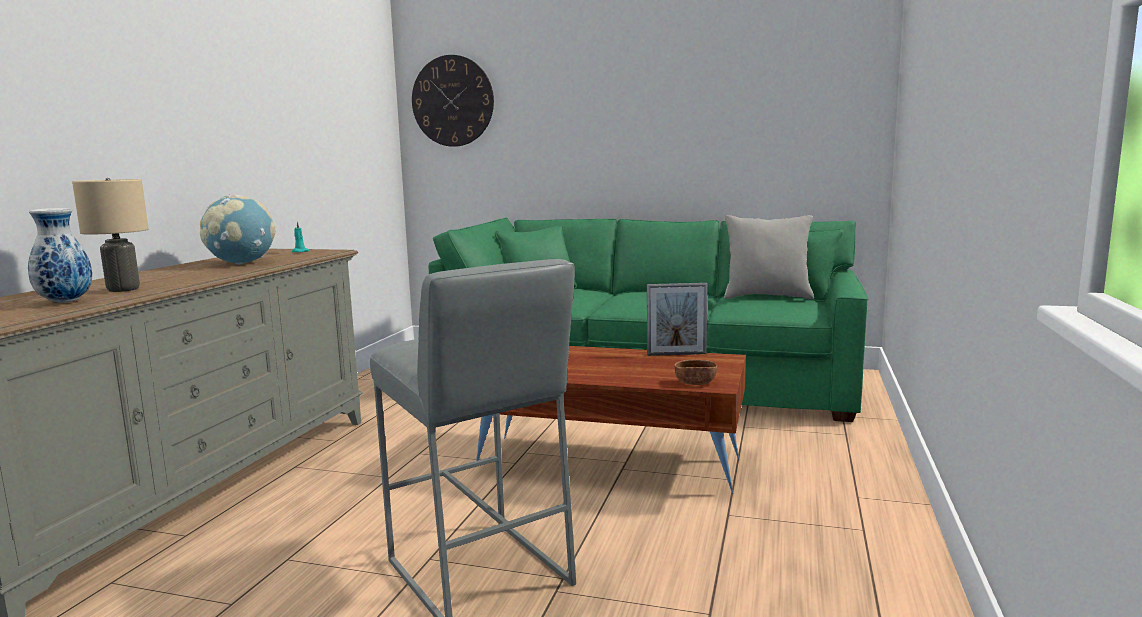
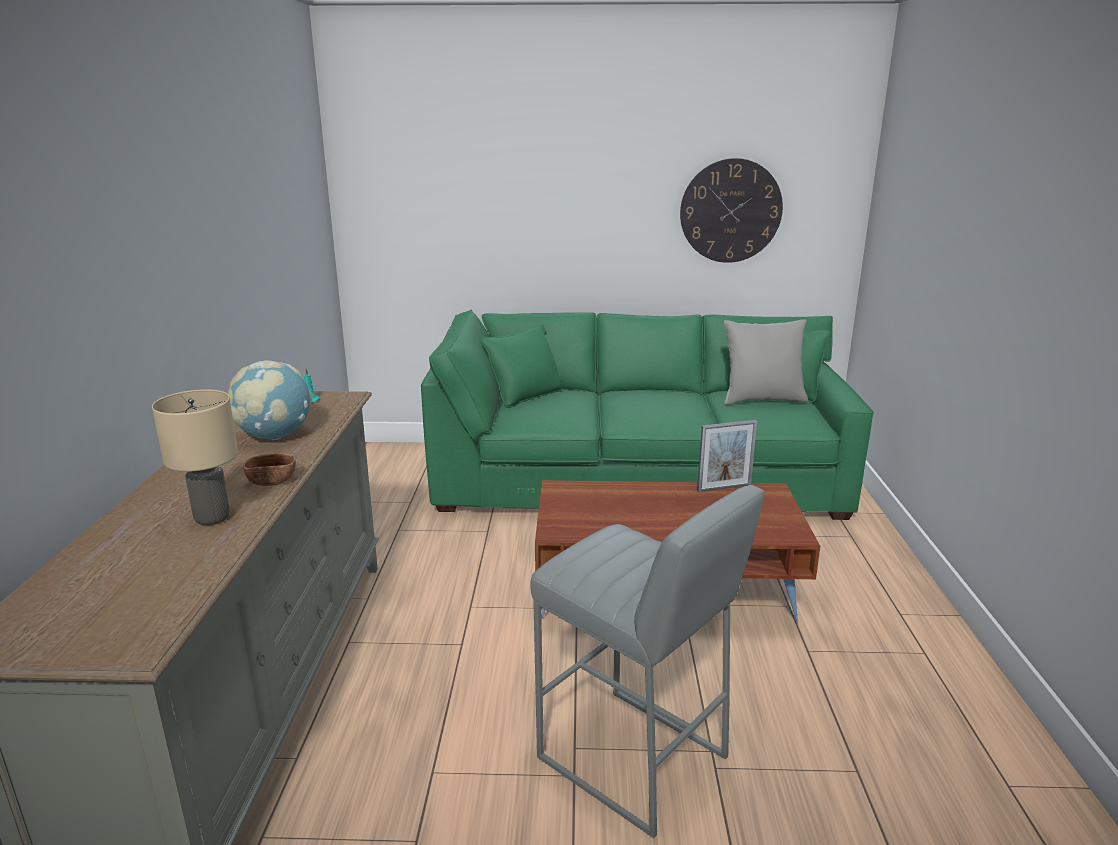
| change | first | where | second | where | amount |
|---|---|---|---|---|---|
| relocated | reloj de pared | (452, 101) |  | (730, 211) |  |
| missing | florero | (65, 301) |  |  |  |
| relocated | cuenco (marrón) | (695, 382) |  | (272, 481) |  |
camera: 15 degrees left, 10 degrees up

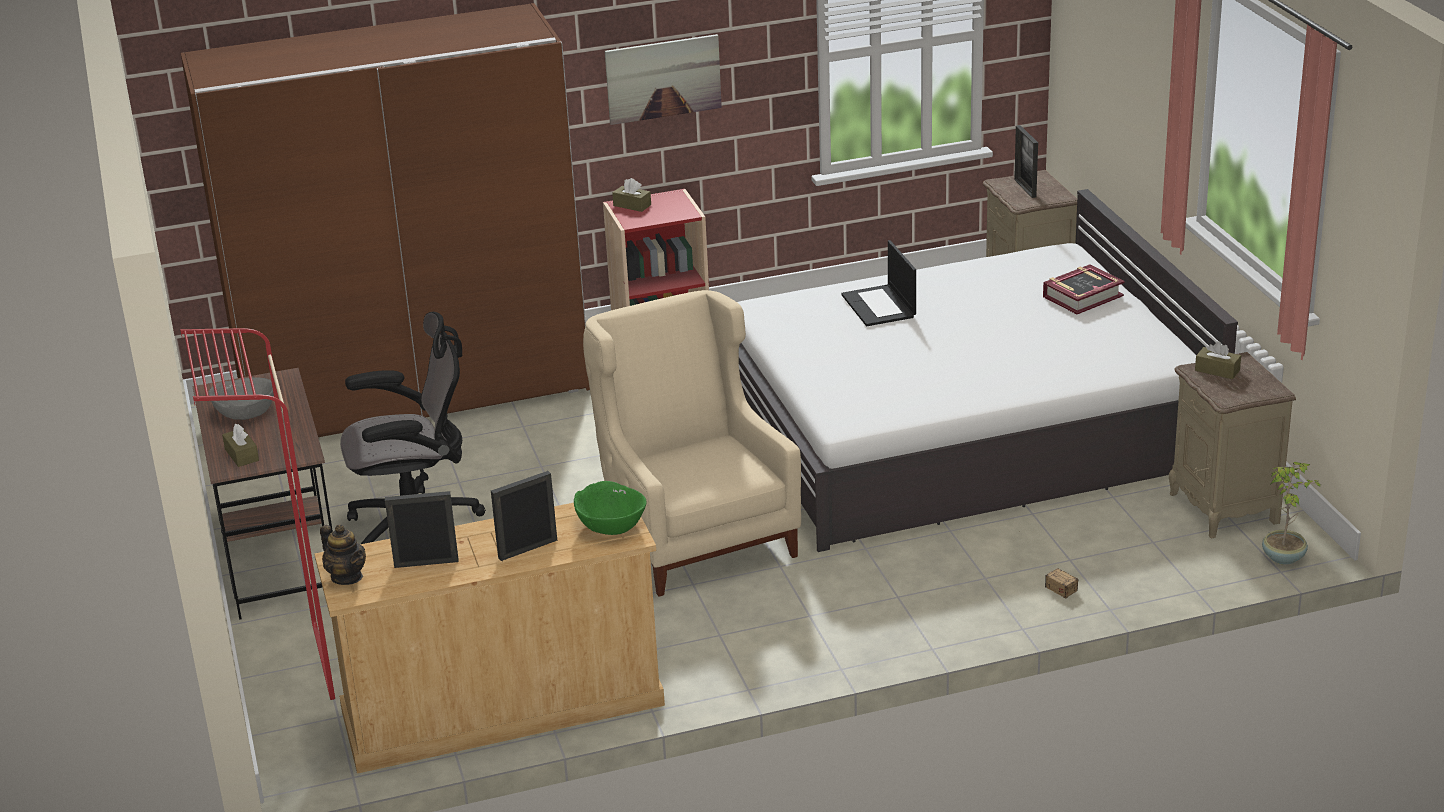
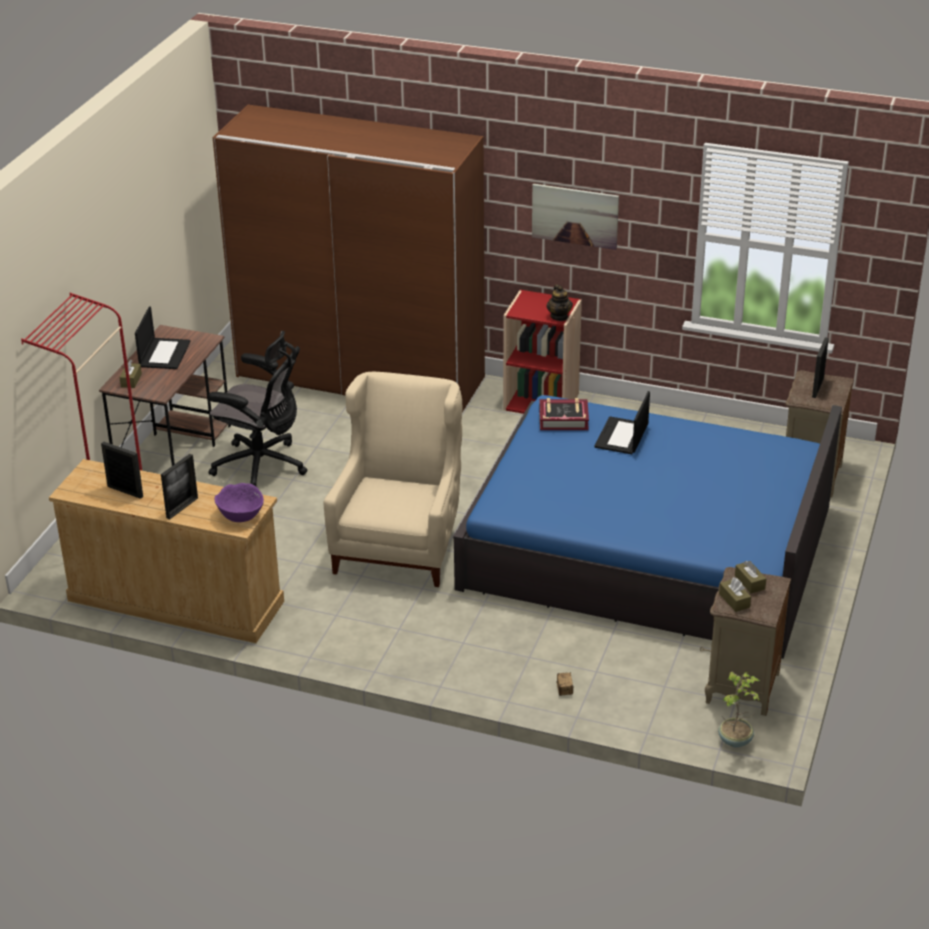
| change | first | where | second | where | amount |
|---|---|---|---|---|---|
| relocated | caja de pañuelos (marrón) | (632, 205) |  | (734, 600) |  |
| colour | cama (blanco) | (962, 428) | cama (azul) | (648, 548) |  |
| relocated | libro | (1082, 296) |  | (563, 419) |  |
| exchanged | cuenco (gris) | (245, 412) | portátil | (164, 353) |  |
| spun | portarretratos | (527, 549) |  | (182, 508) | 120 degrees clockwise |
| colour | cuenco (verde) | (611, 524) | cuenco (morado) | (241, 514) |  |
| relocated | tetera | (347, 577) |  | (559, 316) |  |
camera: 35 degrees right, 5 degrees up

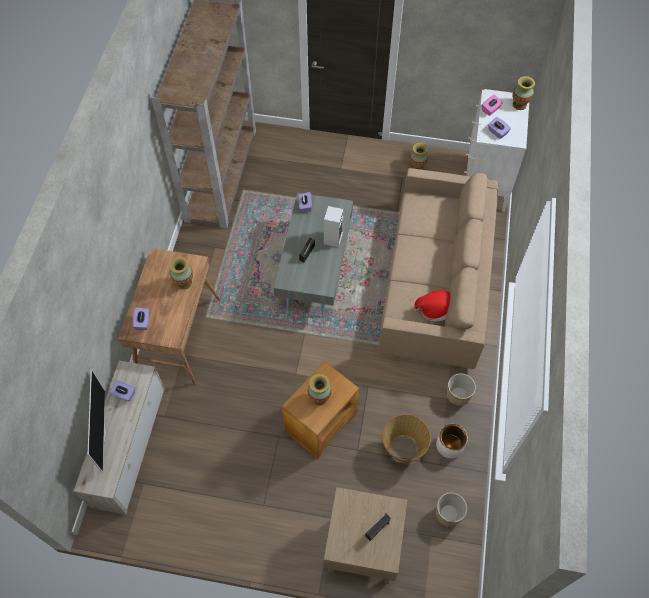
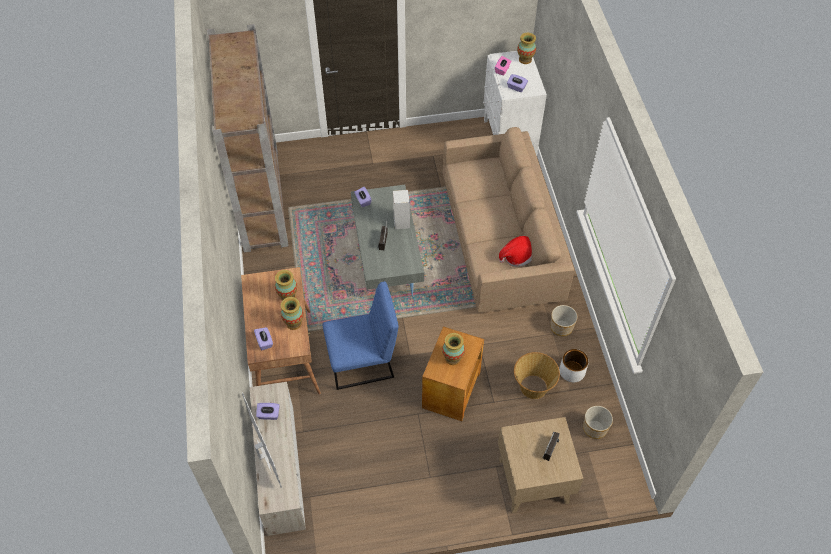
| change | first | where | second | where | amount |
|---|---|---|---|---|---|
| relocated | florero | (417, 166) |  | (293, 323) |  |
| appeared |  |  | silla (azul) | (363, 363) |  |
camera: 20 degrees left, 5 degrees down

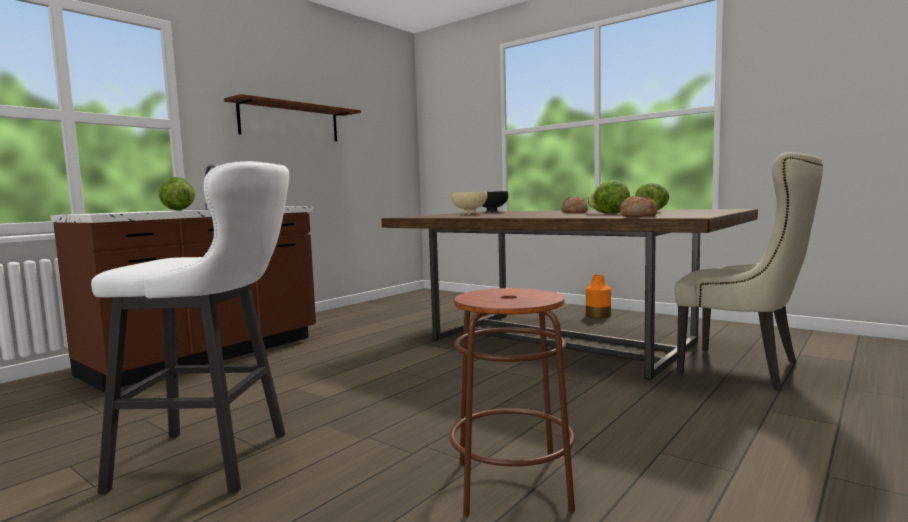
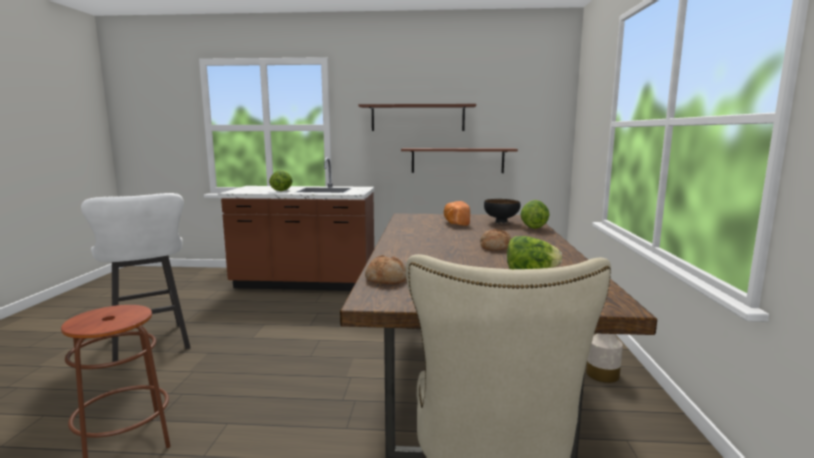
| change | first | where | second | where | amount |
|---|---|---|---|---|---|
| relocated | lechuga | (609, 213) |  | (533, 228) |  |
| exchanged | cuenco (beis) | (469, 214) | pan | (455, 223) |  |
| colour | florero (naranja) | (598, 315) | florero (beis) | (603, 374) |  |
| appeared |  |  | estante (marrón) | (457, 160) |  |
camera: 55 degrees right, 5 degrees up

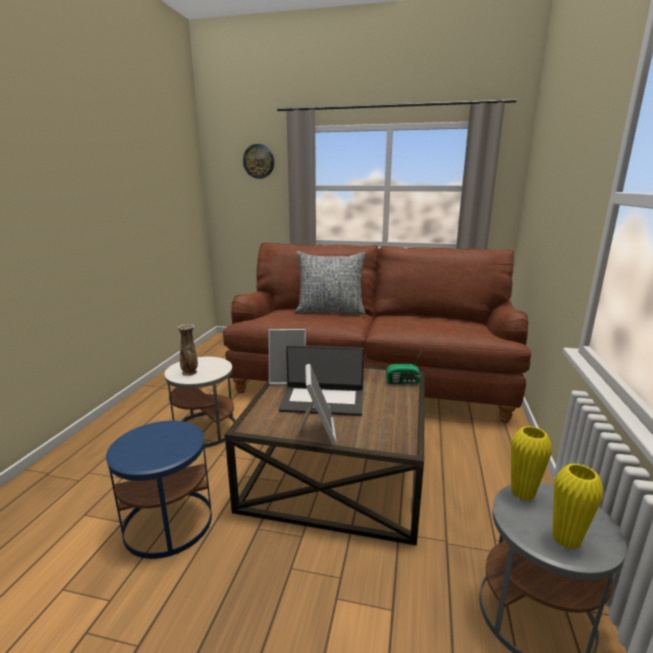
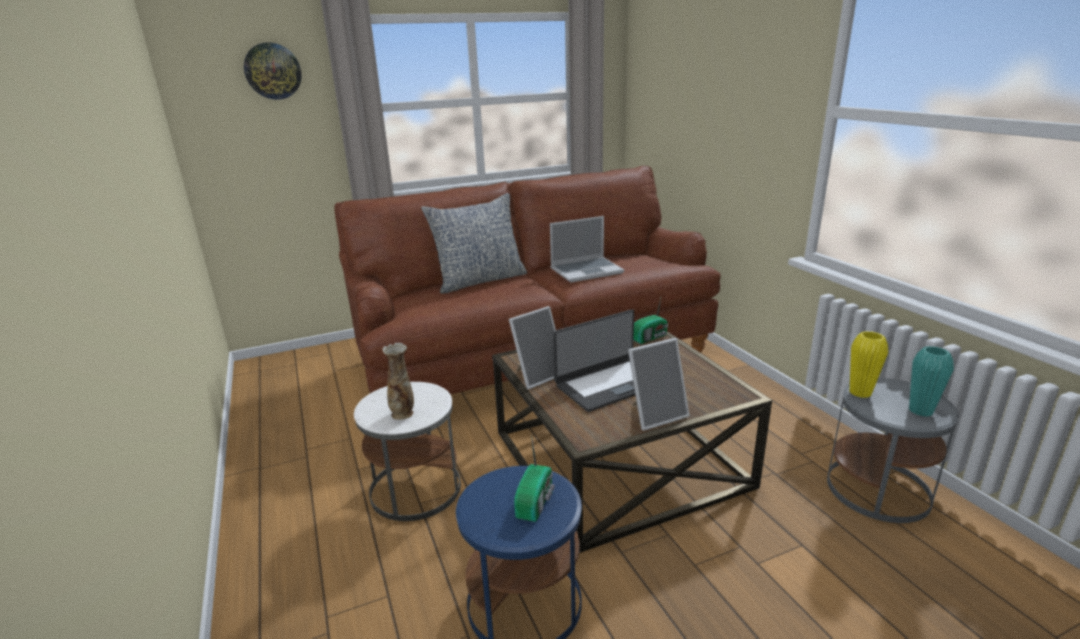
| change | first | where | second | where | amount |
|---|---|---|---|---|---|
| spun | portarretratos | (317, 431) |  | (655, 414) | 105 degrees clockwise |
| colour | florero (amarillo) | (566, 539) | florero (turquesa) | (920, 411) |  |
| appeared |  |  | portátil | (587, 271) |  |
| appeared |  |  | radio | (536, 501) |  |
camera: 35 degrees left, 5 degrees up

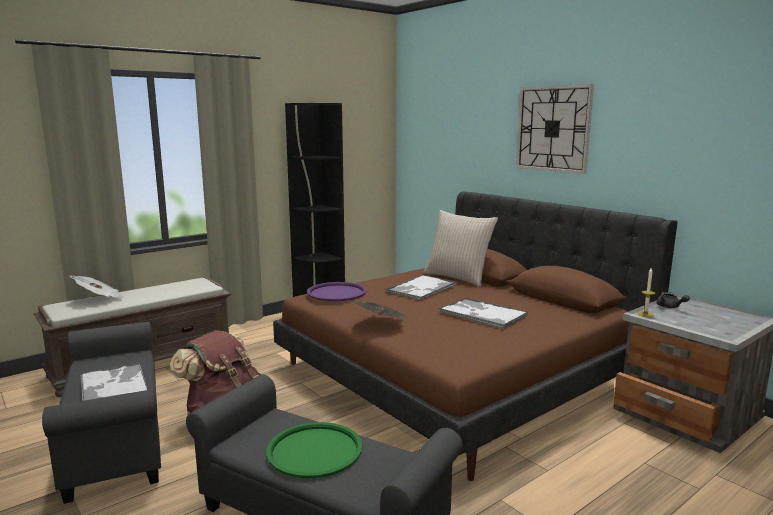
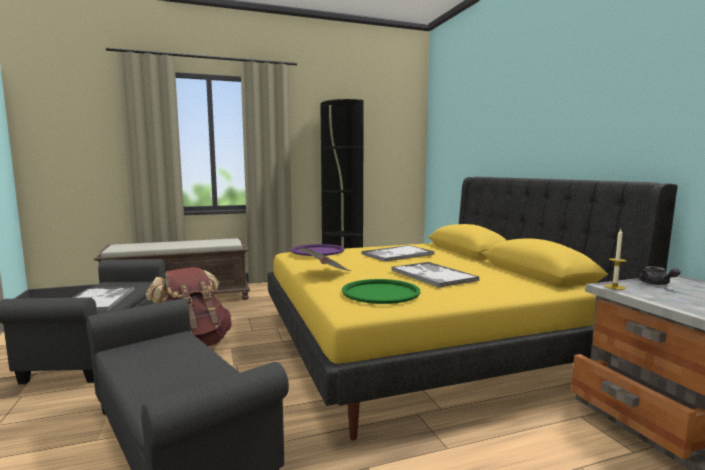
| change | first | where | second | where | amount |
|---|---|---|---|---|---|
| missing | reloj de pared | (553, 128) |  |  |  |
| colour | cama (marrón) | (462, 373) | cama (amarillo) | (427, 340) |  |
| missing | cojín (beis) | (458, 277) |  |  |  |
| missing | periódico | (100, 299) |  |  |  |
| relocated | bandeja (verde) | (314, 450) |  | (380, 292) |  |
camera: 20 degrees right, 5 degrees down

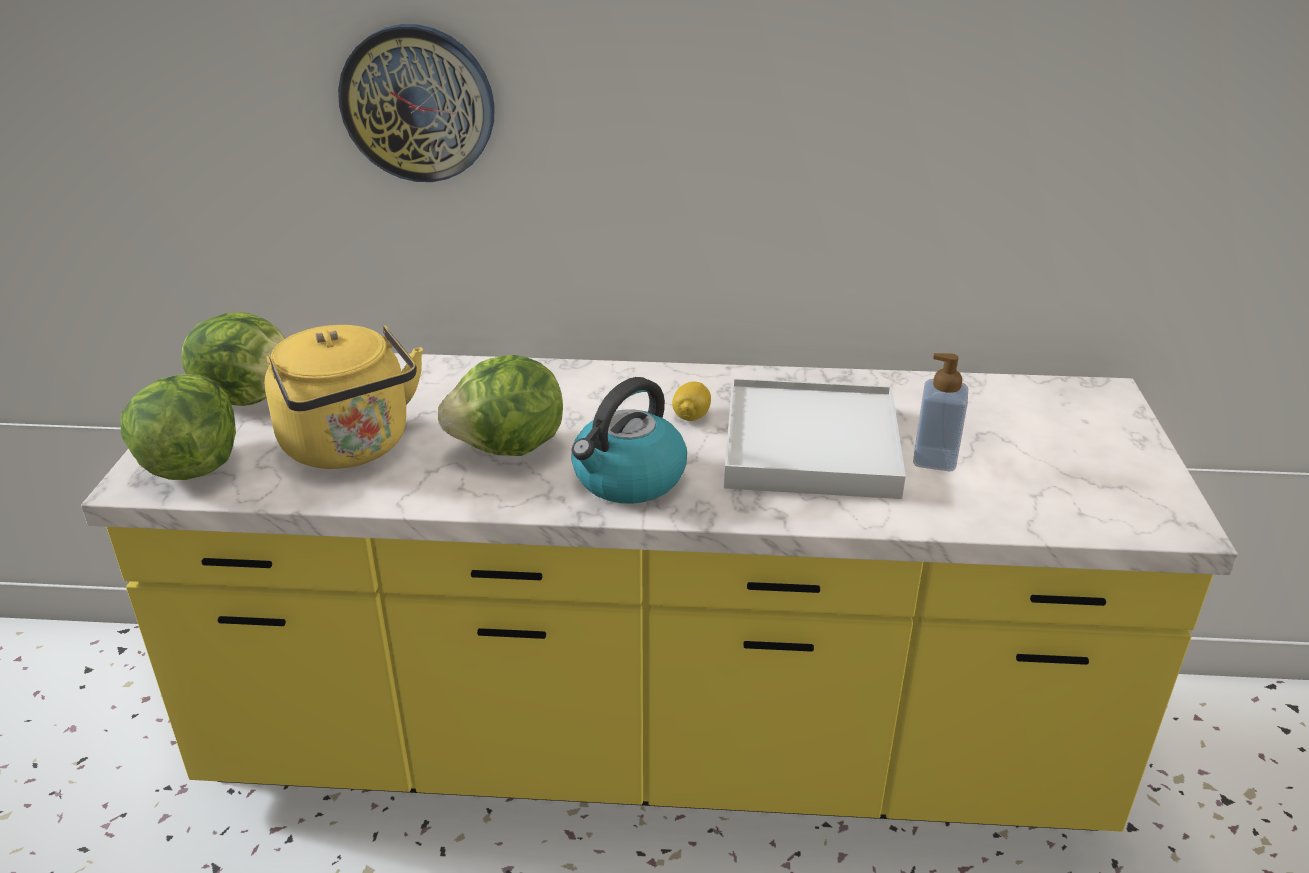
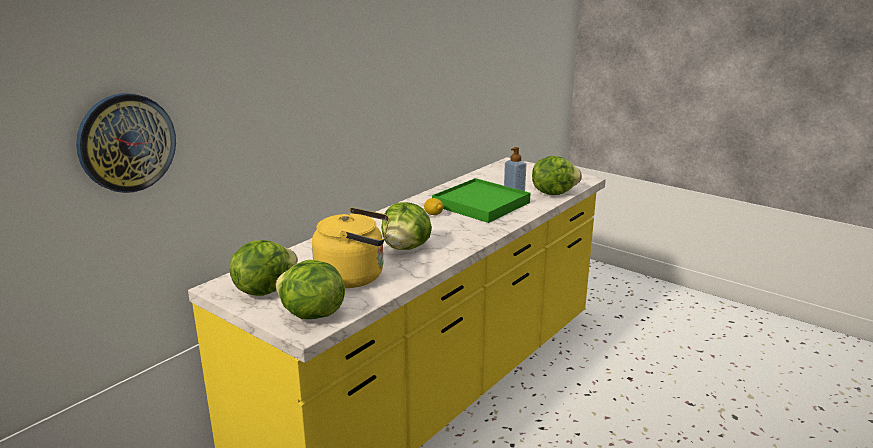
| change | first | where | second | where | amount |
|---|---|---|---|---|---|
| relocated | reloj de pared | (418, 104) |  | (126, 143) |  |
| missing | hervidor | (628, 479) |  |  |  |
| colour | bandeja (blanco) | (810, 446) | bandeja (verde) | (481, 204) |  |
| appeared |  |  | lechuga | (553, 192) |  |
camera: 55 degrees left, 10 degrees down

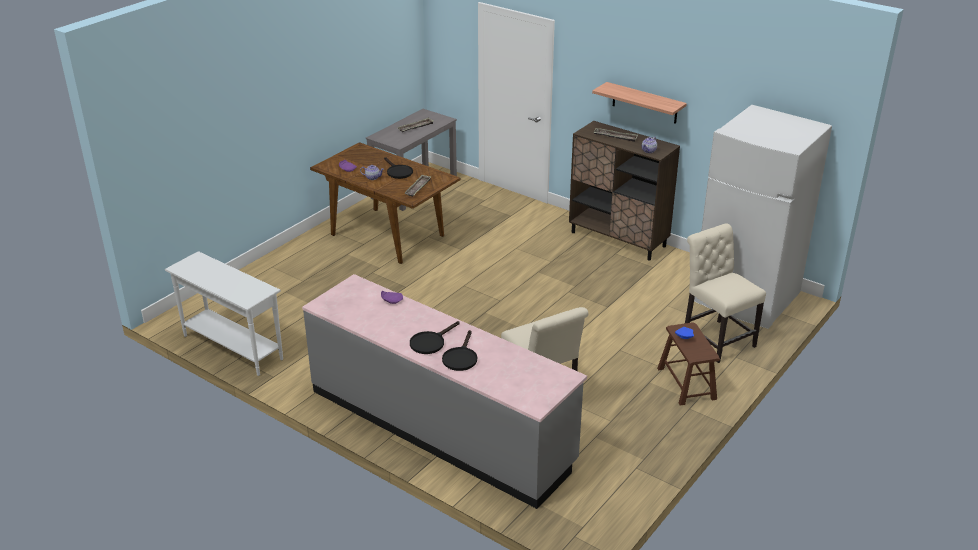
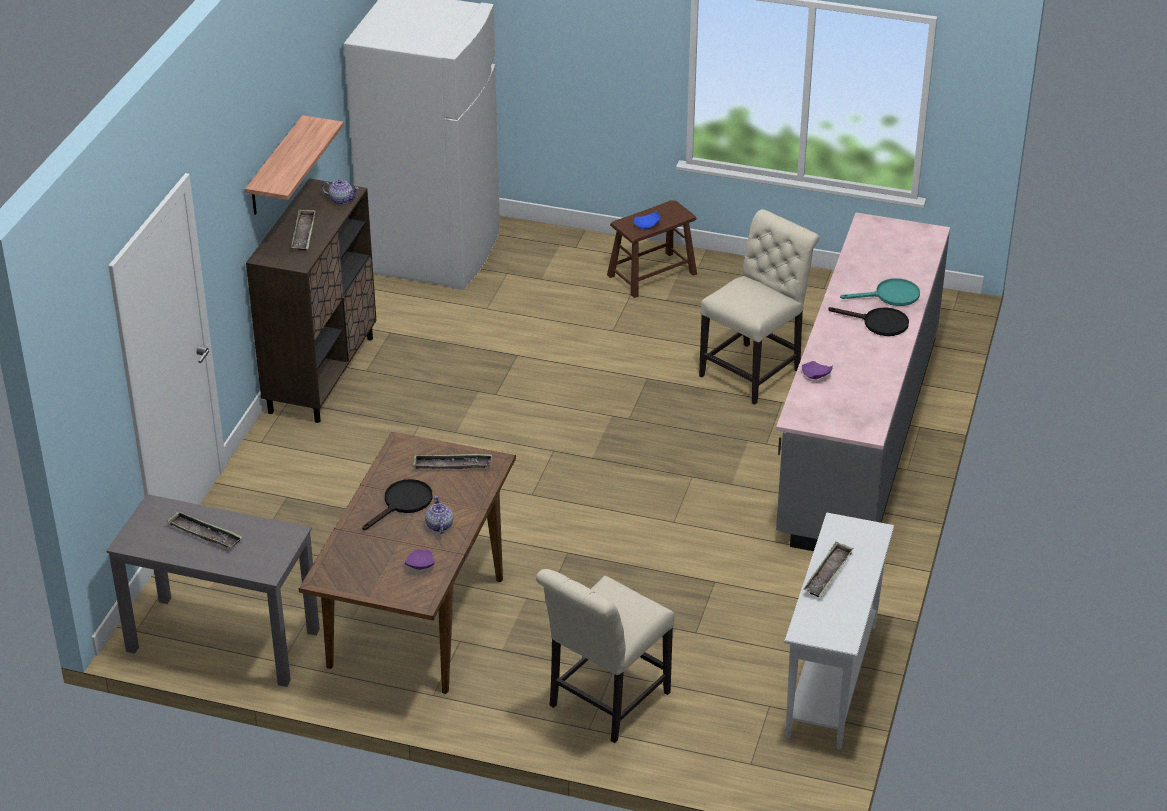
| change | first | where | second | where | amount |
|---|---|---|---|---|---|
| relocated | silla (beis) | (715, 338) |  | (603, 703) |  |
| colour | sartén (negro) | (460, 358) | sartén (turquesa) | (890, 296) |  |
| appeared |  |  | bandeja | (828, 573) |  |
camera: 110 degrees left, 5 degrees up

